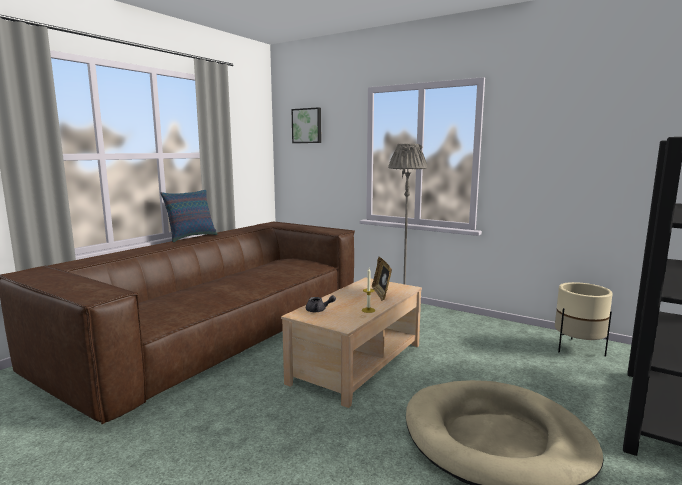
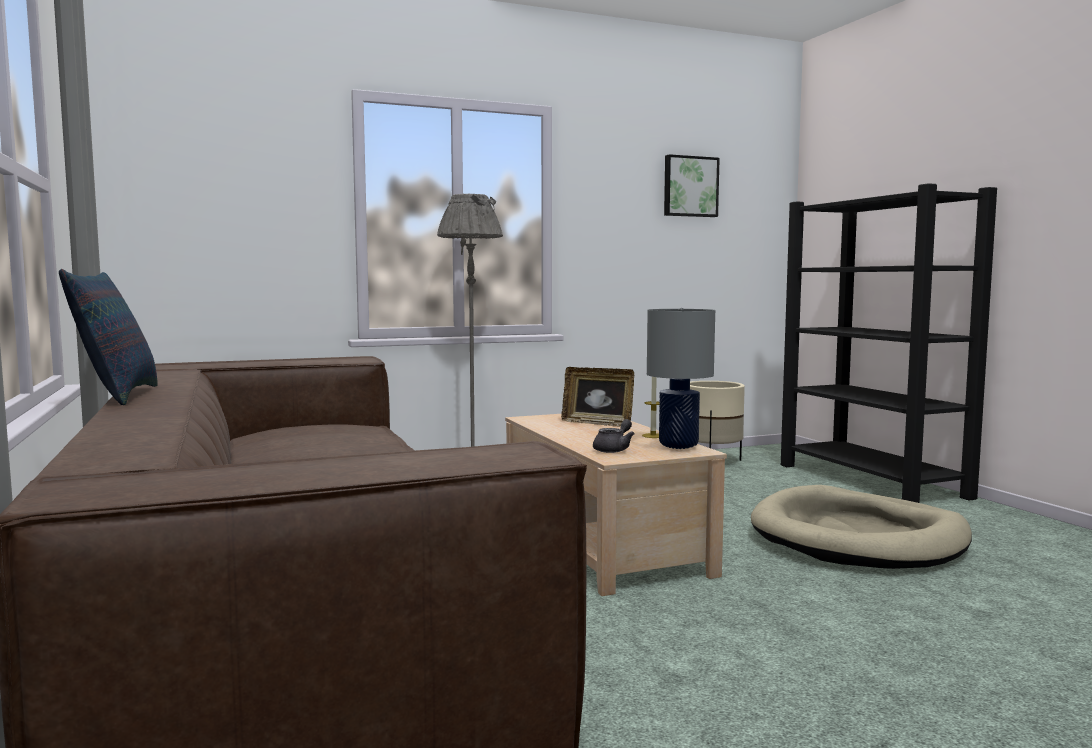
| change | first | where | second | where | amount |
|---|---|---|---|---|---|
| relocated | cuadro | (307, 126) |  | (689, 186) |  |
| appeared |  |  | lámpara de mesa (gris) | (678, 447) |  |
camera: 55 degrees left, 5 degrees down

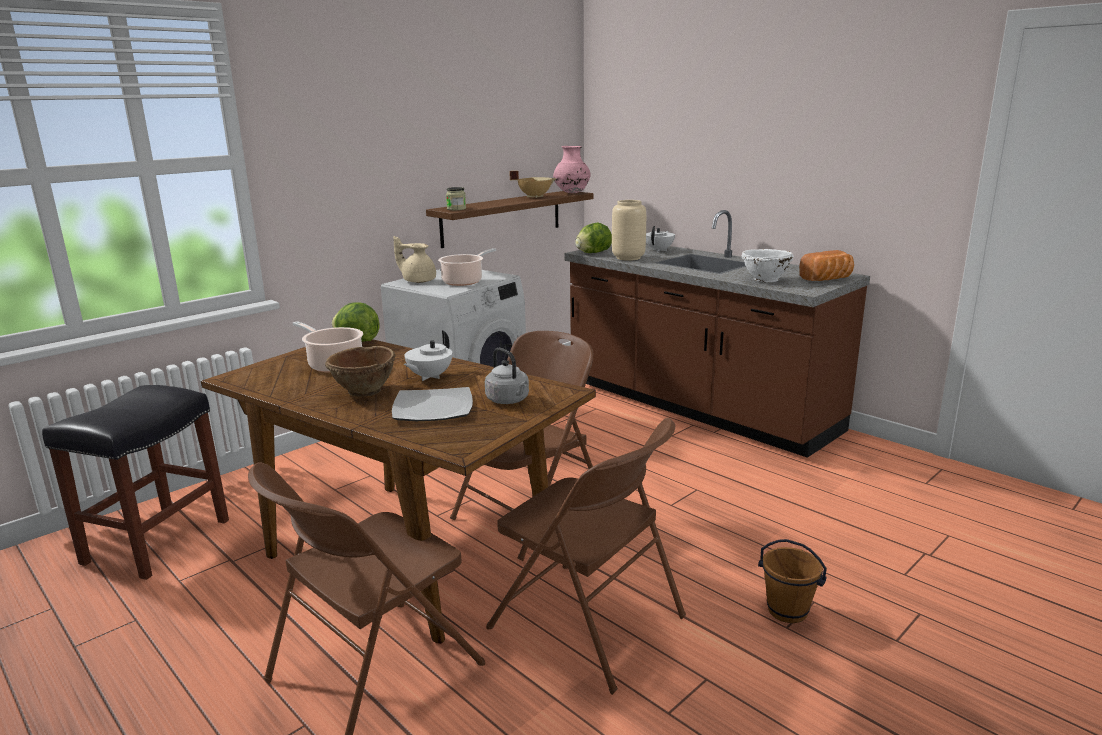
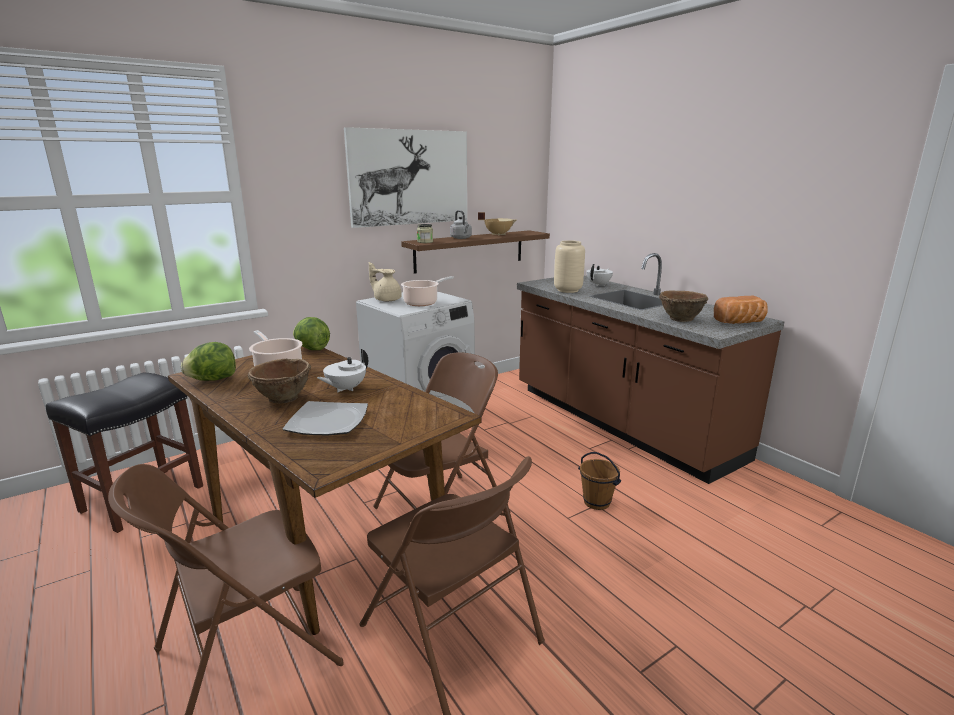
| change | first | where | second | where | amount |
|---|---|---|---|---|---|
| missing | florero (rosa) | (572, 193) |  |  |  |
| relocated | lechuga | (593, 253) |  | (212, 380) |  |
| colour | cuenco (blanco) | (764, 280) | cuenco (marrón) | (680, 319) |  |
| relocated | hervidor (gris) | (509, 400) |  | (461, 238) |  |
| relocated | cubo (marrón) | (787, 611) |  | (597, 502) |  |
| appeared |  |  | cuadro | (409, 177) |  |
camera: 10 degrees right, 0 degrees up

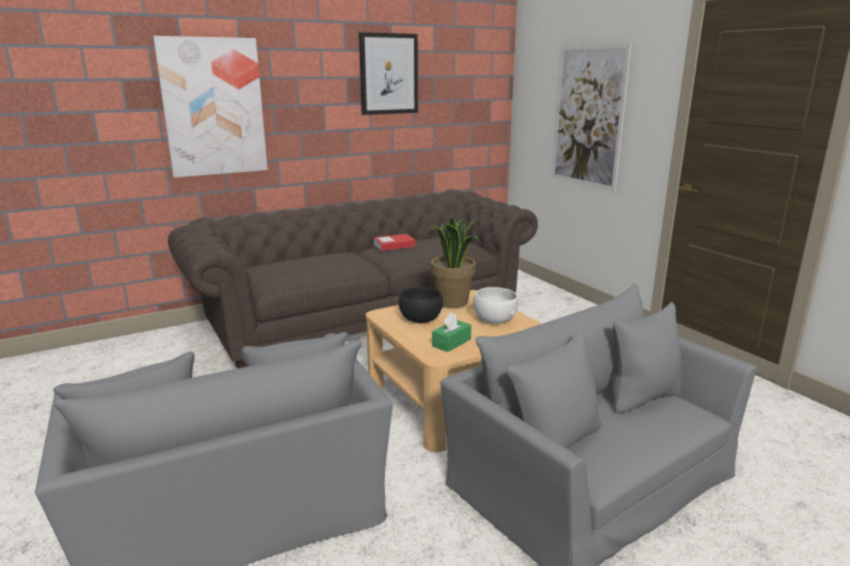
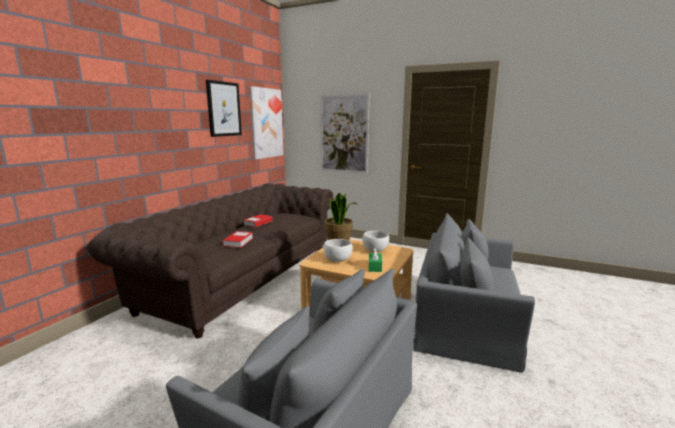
| change | first | where | second | where | amount |
|---|---|---|---|---|---|
| relocated | cuadro | (213, 107) |  | (266, 123) |  |
| colour | cuenco (negro) | (420, 320) | cuenco (blanco) | (338, 260) |  |
| appeared |  |  | libro | (238, 242) |  |
camera: 35 degrees left, 5 degrees down

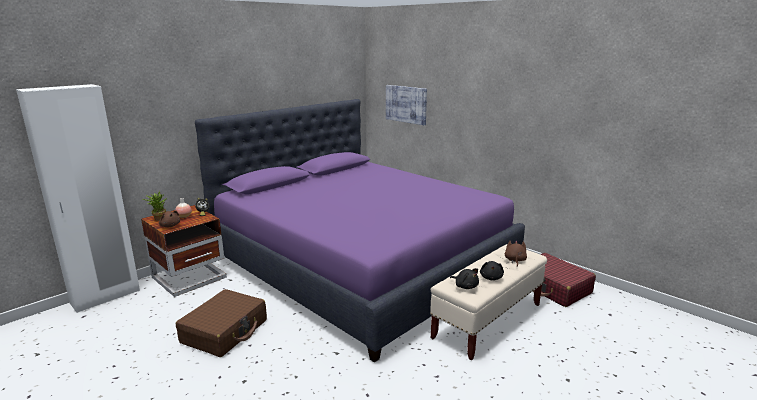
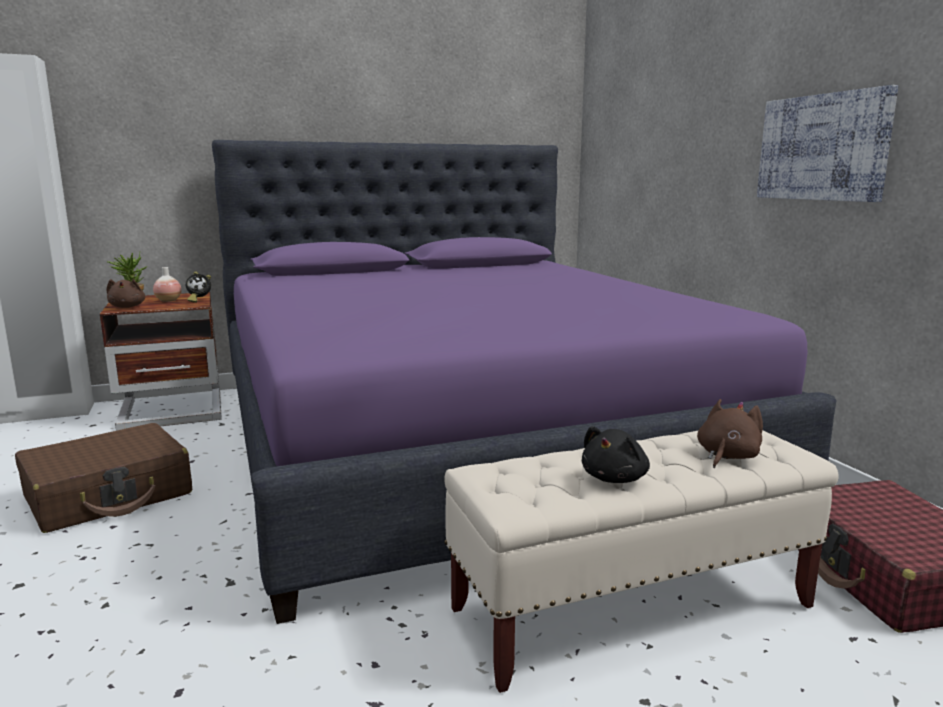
| change | first | where | second | where | amount |
|---|---|---|---|---|---|
| relocated | cuadro | (406, 104) |  | (822, 147) |  |
| missing | peluche (negro) | (465, 286) |  |  |  |
camera: 25 degrees right, 5 degrees down

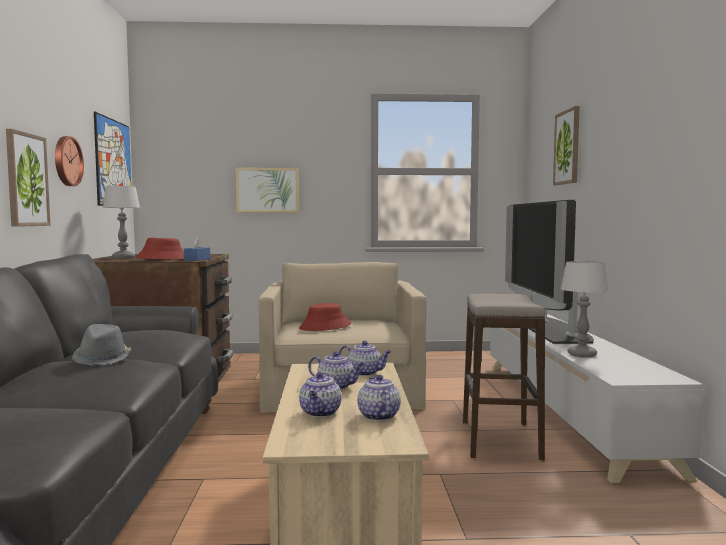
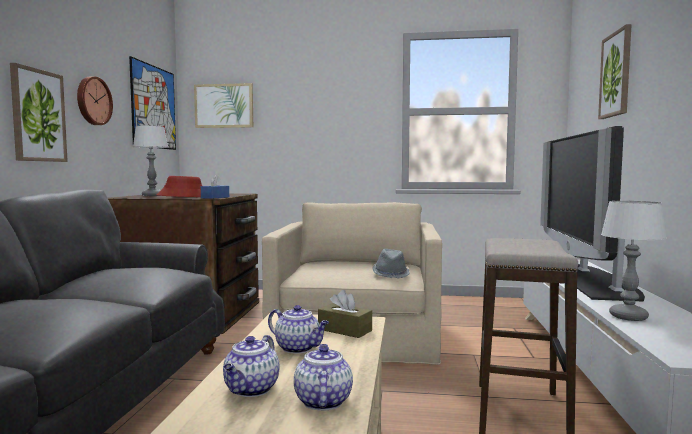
| change | first | where | second | where | amount |
|---|---|---|---|---|---|
| relocated | cuadro | (267, 190) |  | (224, 106) |  |
| missing | sombrero (rojo) | (325, 326) |  |  |  |
| relocated | sombrero (gris) | (102, 359) |  | (391, 274) |  |
| exchanged | tetera | (365, 373) | caja de pañuelos (marrón) | (345, 330) |  |
camera: 10 degrees right, 0 degrees up

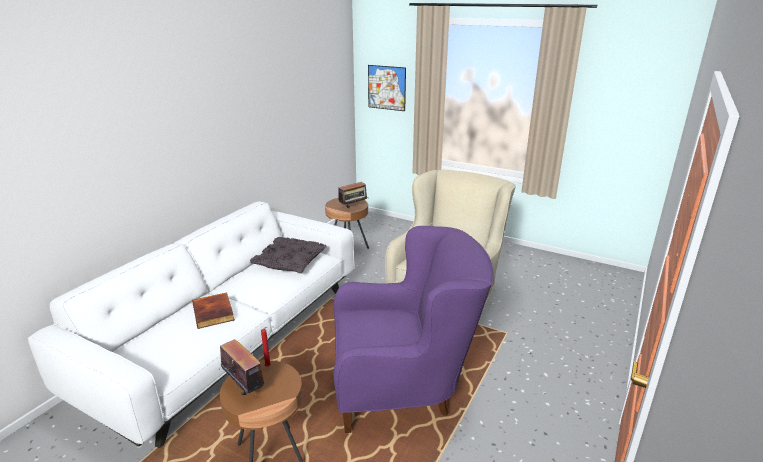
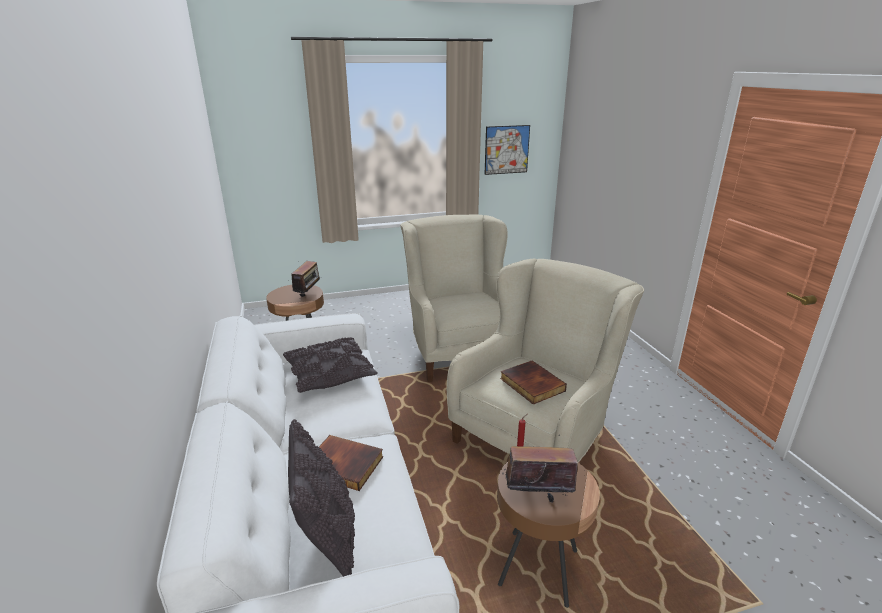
| change | first | where | second | where | amount |
|---|---|---|---|---|---|
| relocated | cuadro | (386, 88) |  | (506, 149) |  |
| colour | sillón (morado) | (404, 386) | sillón (beis) | (538, 434) |  |
| appeared |  |  | libro | (531, 385) |  |
| appeared |  |  | cojín (negro) | (328, 537) |  |
camera: 45 degrees left, 0 degrees up

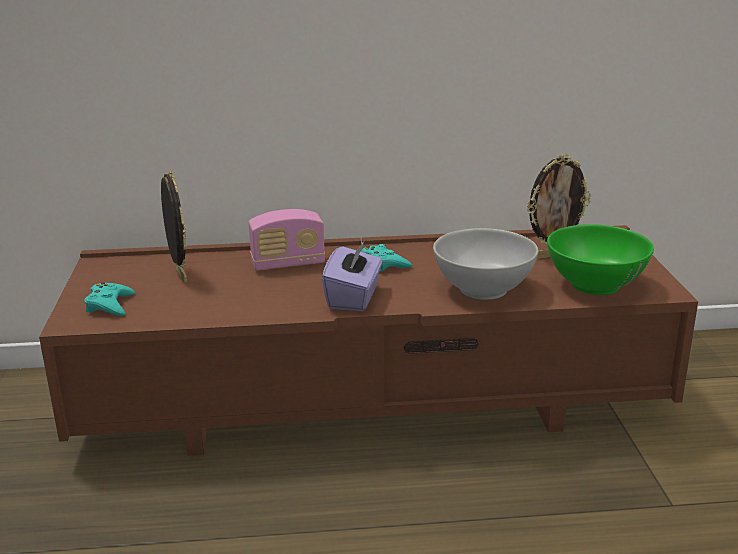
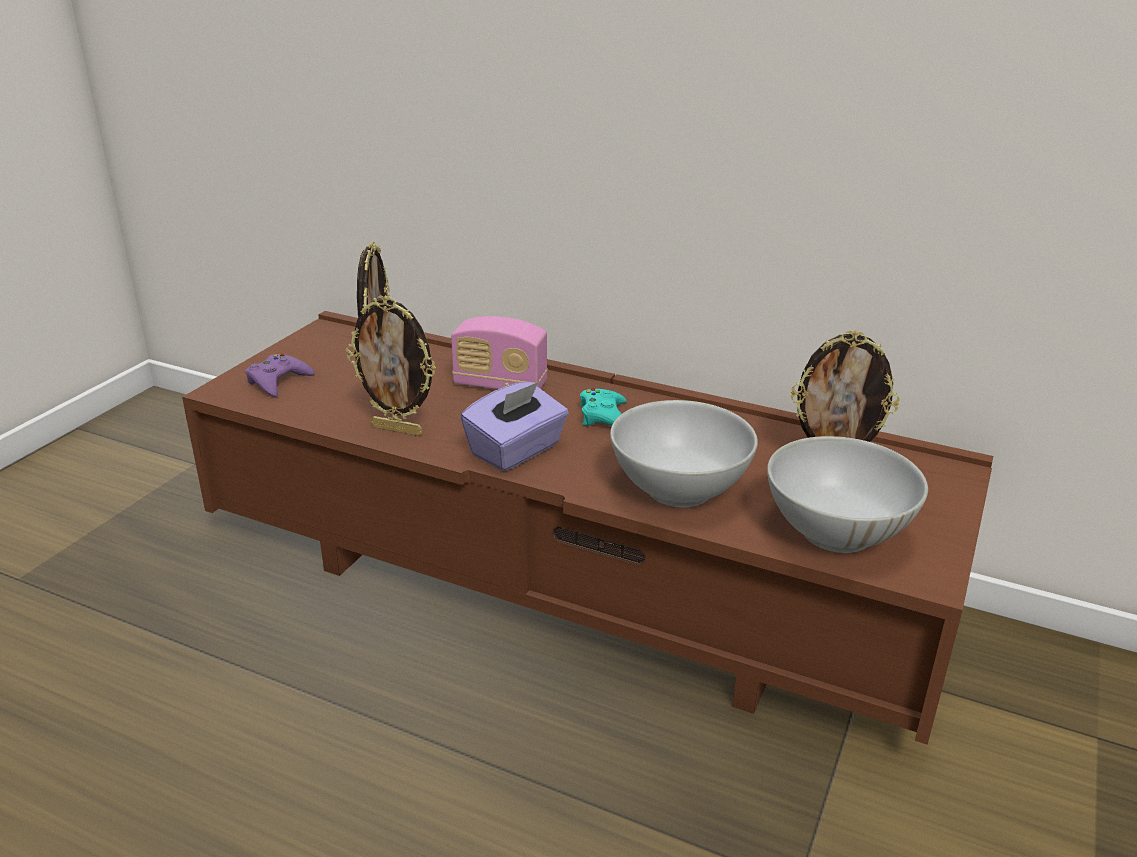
| change | first | where | second | where | amount |
|---|---|---|---|---|---|
| colour | cuenco (verde) | (594, 285) | cuenco (blanco) | (836, 531) |  |
| colour | mando de consola (turquesa) | (110, 305) | mando de consola (morado) | (278, 381) |  |
| appeared |  |  | portarretratos | (398, 429) |  |
camera: 30 degrees right, 5 degrees up

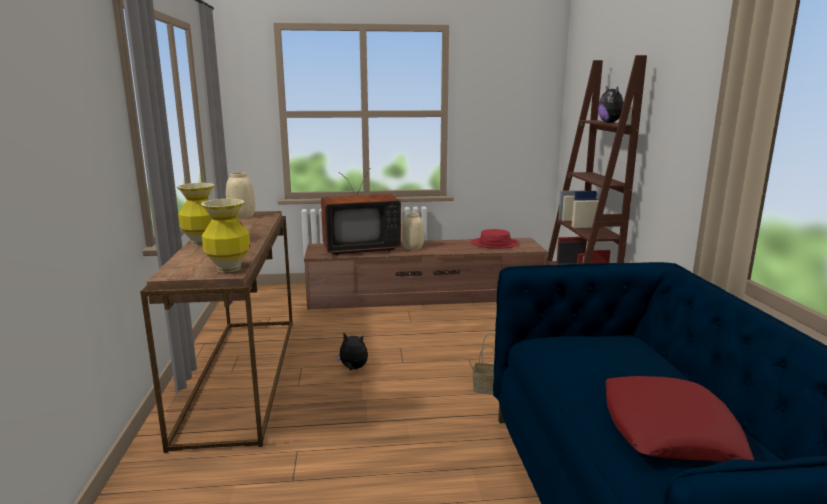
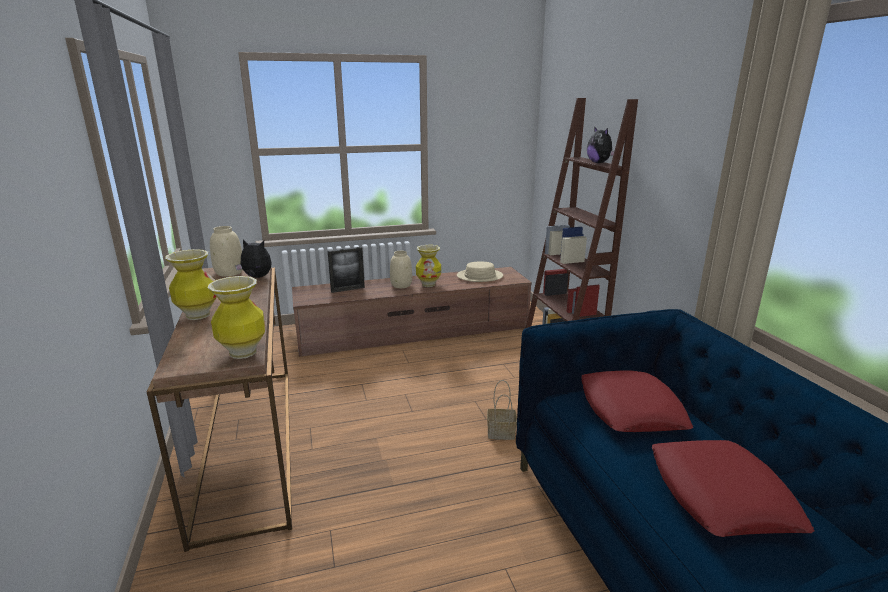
| change | first | where | second | where | amount |
|---|---|---|---|---|---|
| exchanged | televisor | (359, 248) | portarretratos | (348, 289) |  |
| colour | sombrero (rojo) | (494, 244) | sombrero (beis) | (480, 276) |  |
| relocated | peluche | (353, 368) |  | (256, 277) |  |
| appeared |  |  | florero | (428, 284) |  |
| appeared |  |  | cojín (rojo) | (631, 410) |  |
camera: 10 degrees left, 5 degrees up

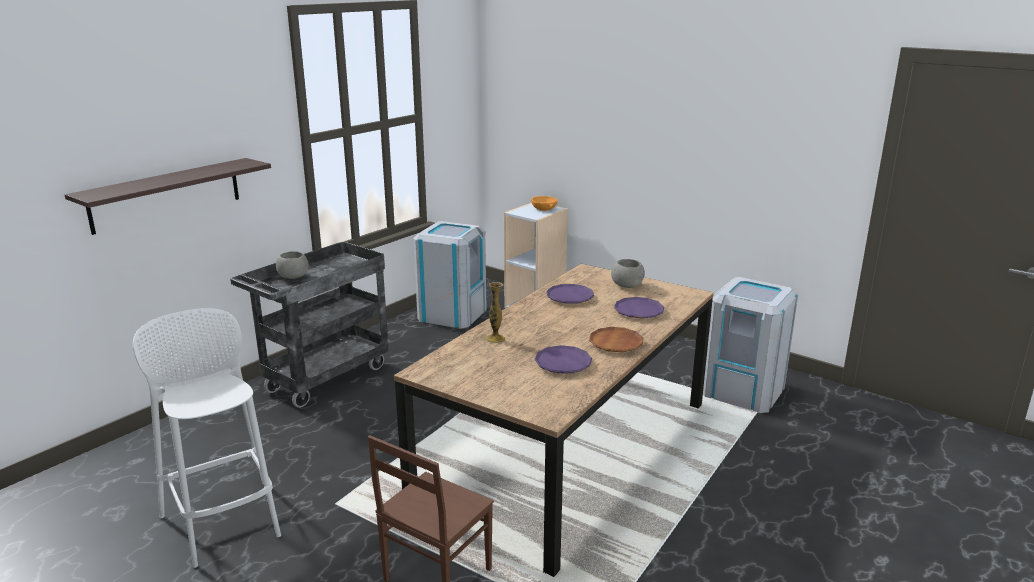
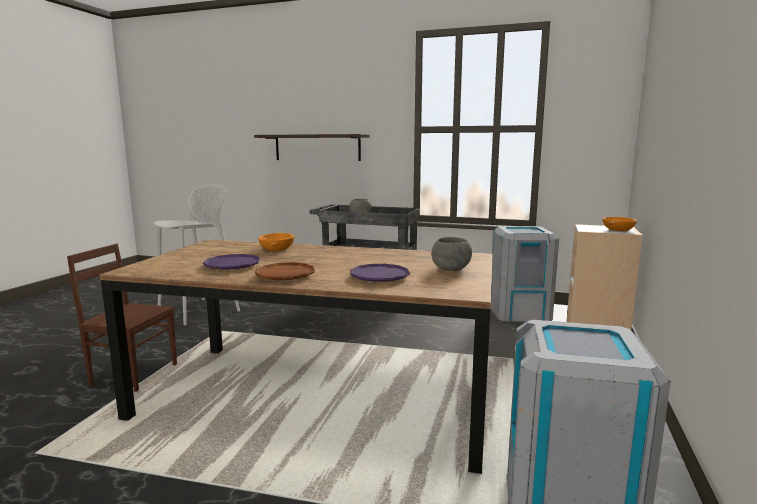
| change | first | where | second | where | amount |
|---|---|---|---|---|---|
| exchanged | florero | (495, 339) | cuenco (naranja) | (277, 249) |  |
| missing | plato (morado) | (569, 297) |  |  |  |
camera: 70 degrees right, 10 degrees down

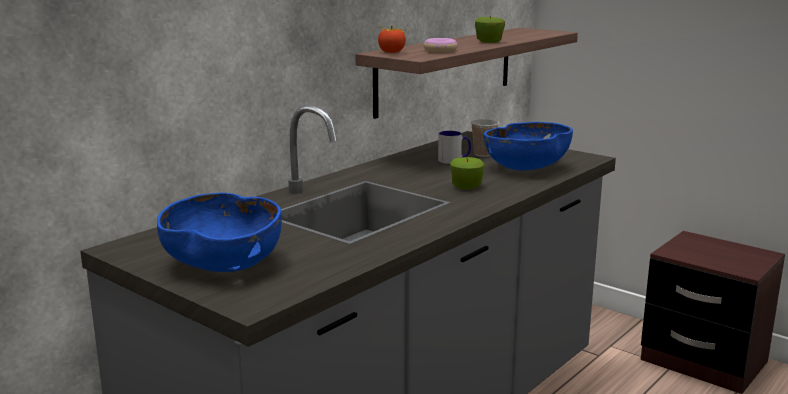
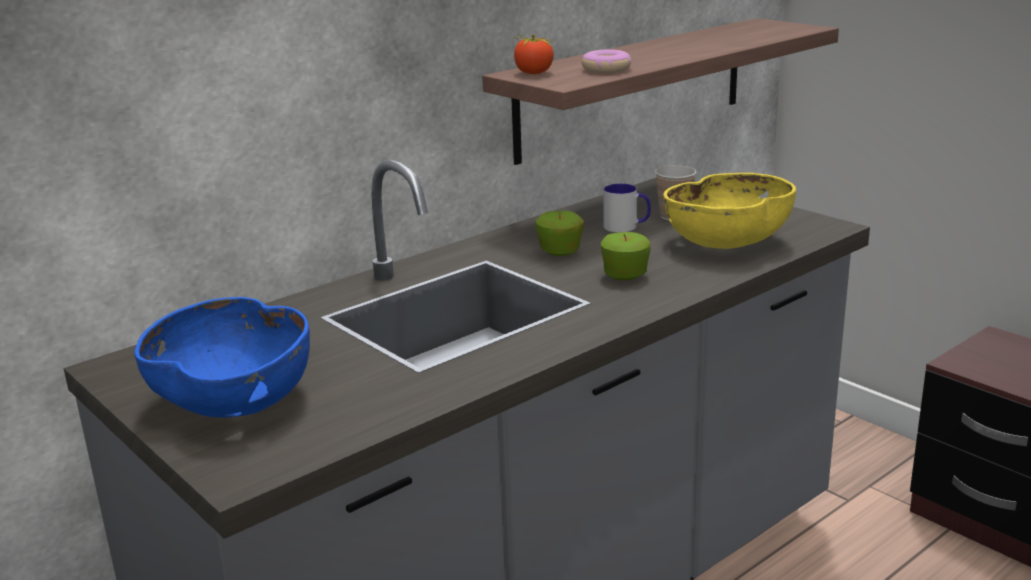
| change | first | where | second | where | amount |
|---|---|---|---|---|---|
| relocated | manzana | (489, 42) |  | (560, 252) |  |
| colour | cuenco (azul) | (527, 168) | cuenco (amarillo) | (727, 243) |  |
camera: 10 degrees right, 5 degrees up

